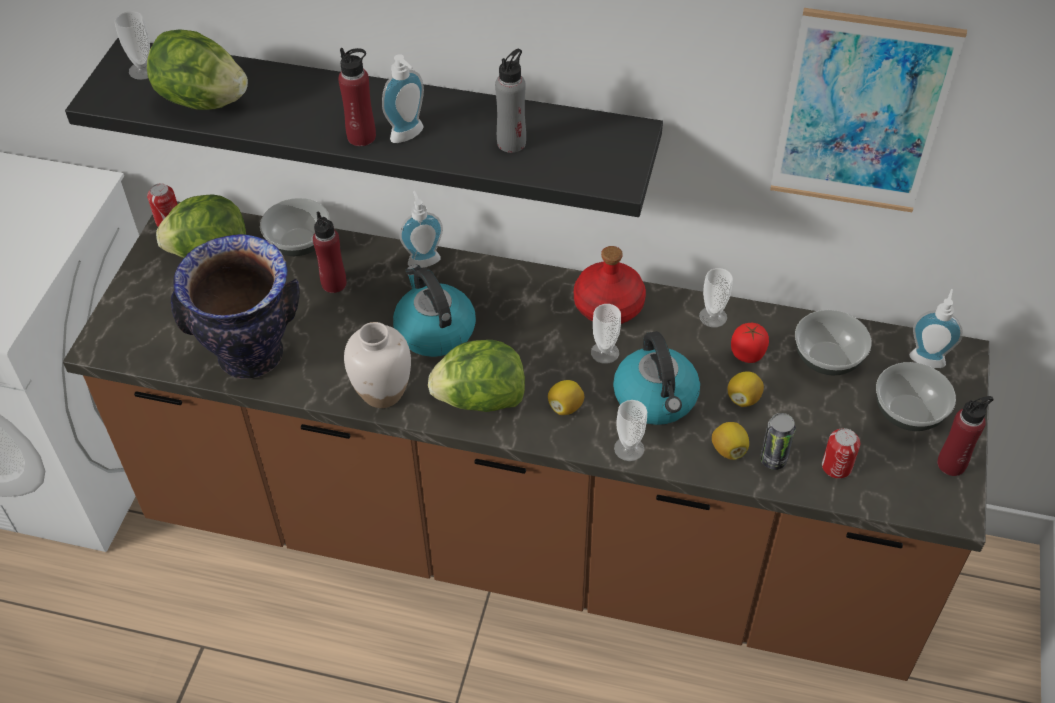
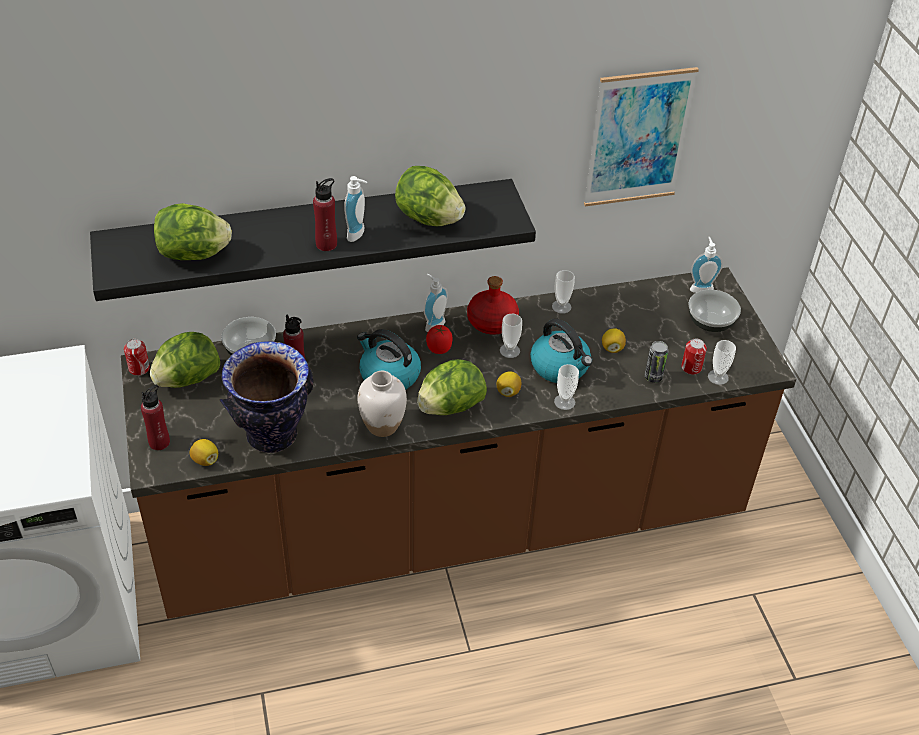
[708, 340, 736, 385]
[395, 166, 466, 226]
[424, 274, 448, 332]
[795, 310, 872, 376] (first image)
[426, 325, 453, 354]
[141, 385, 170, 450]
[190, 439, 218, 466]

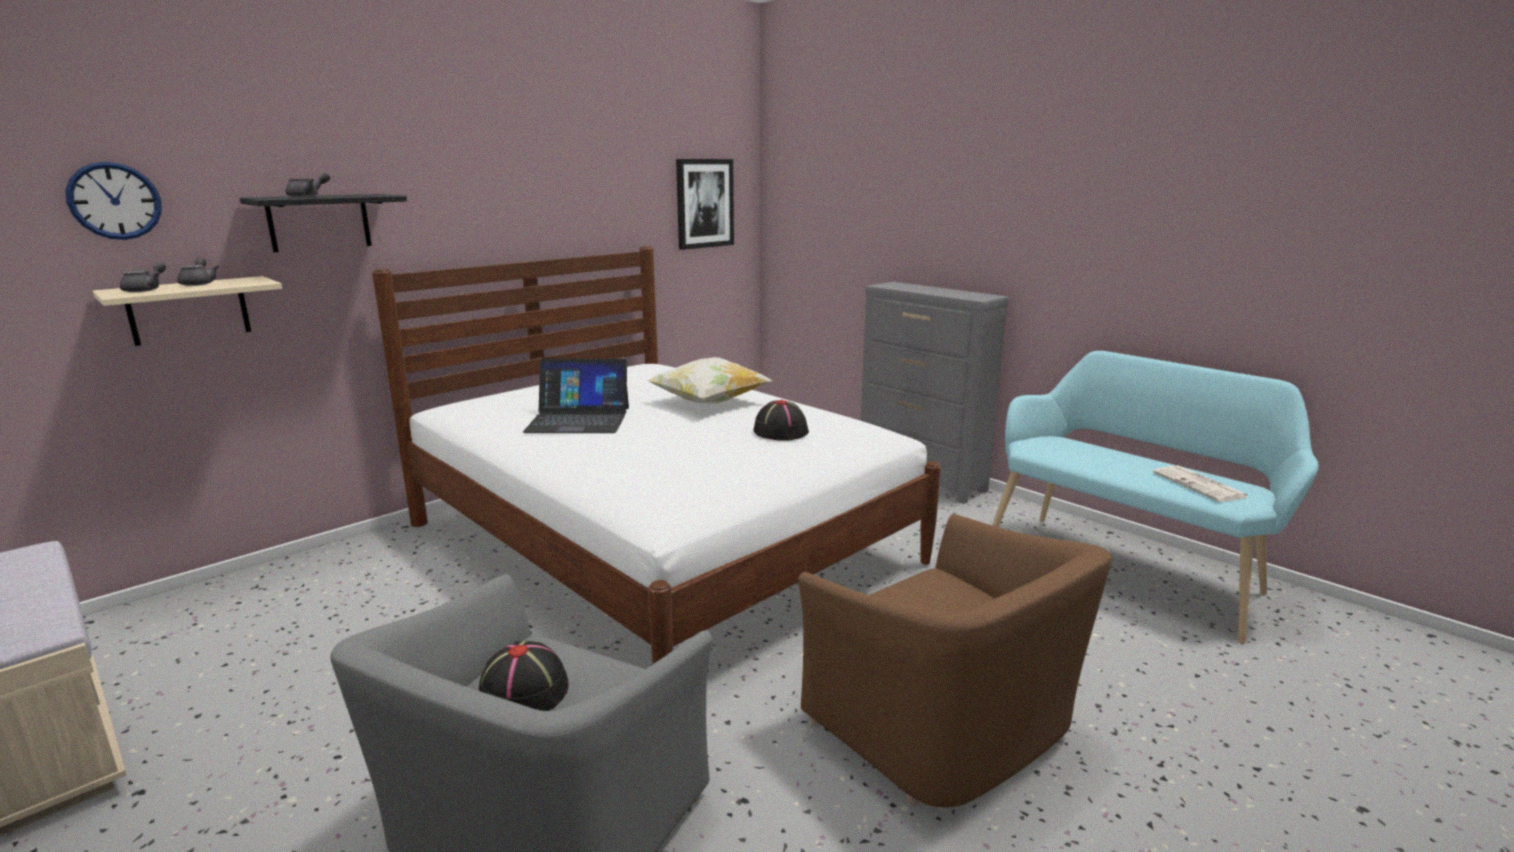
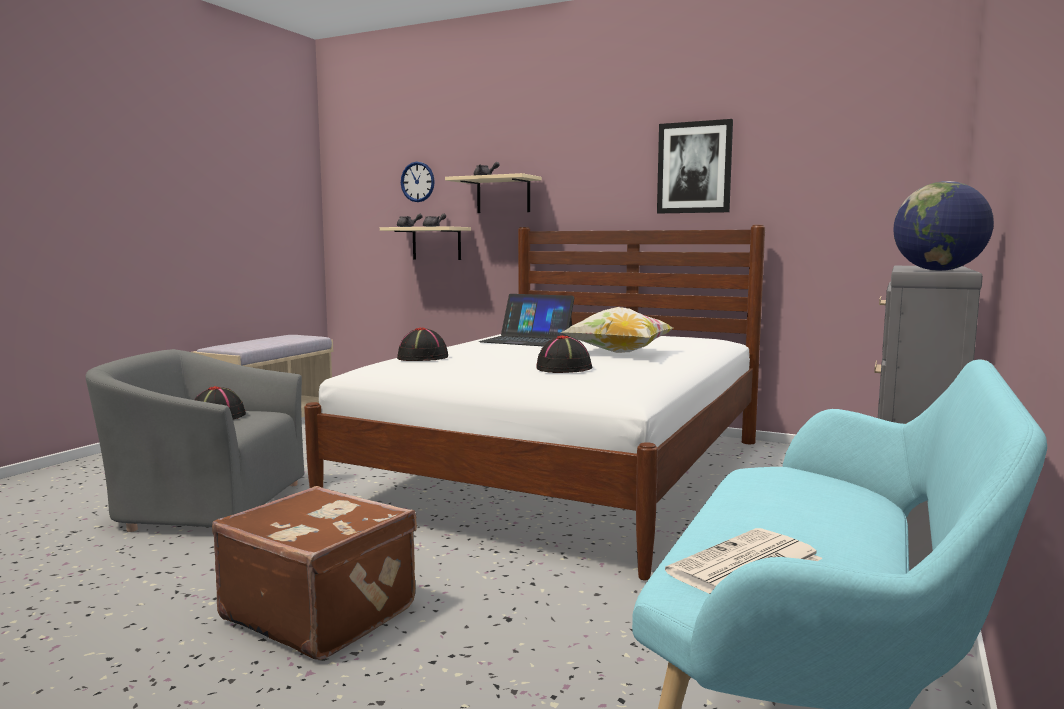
[657, 119, 733, 213]
[445, 173, 542, 213]
[479, 294, 574, 346]
[212, 486, 417, 660]
[893, 181, 994, 271]
[397, 327, 448, 361]

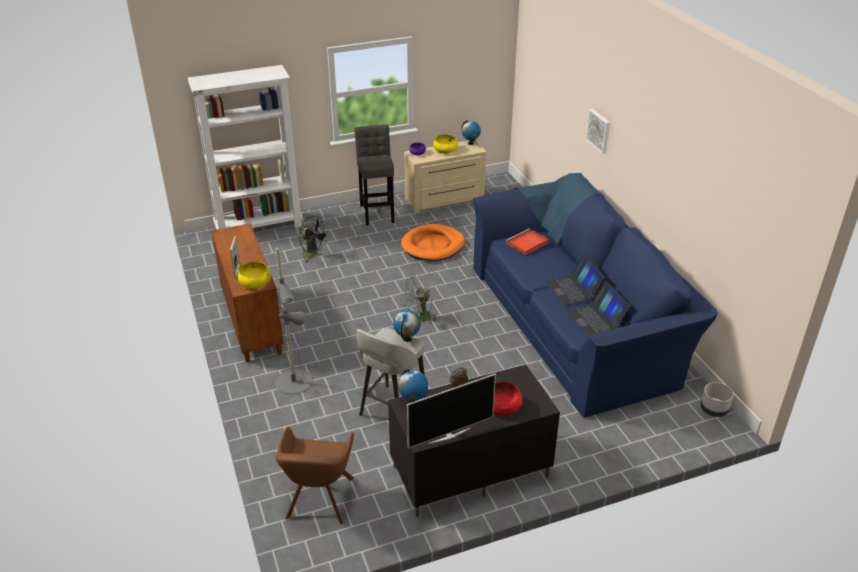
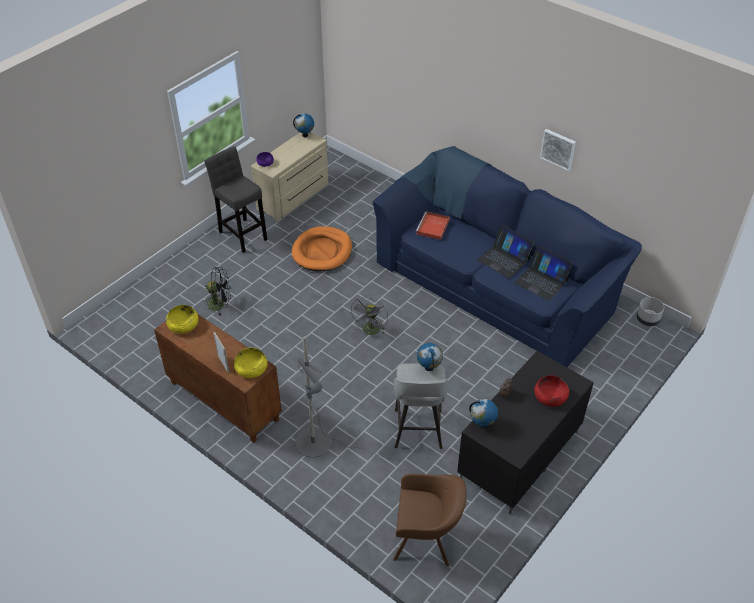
[188, 65, 303, 230] (first image)
[540, 129, 576, 171]
[166, 305, 199, 334]
[407, 373, 496, 448] (first image)
[393, 474, 467, 566]

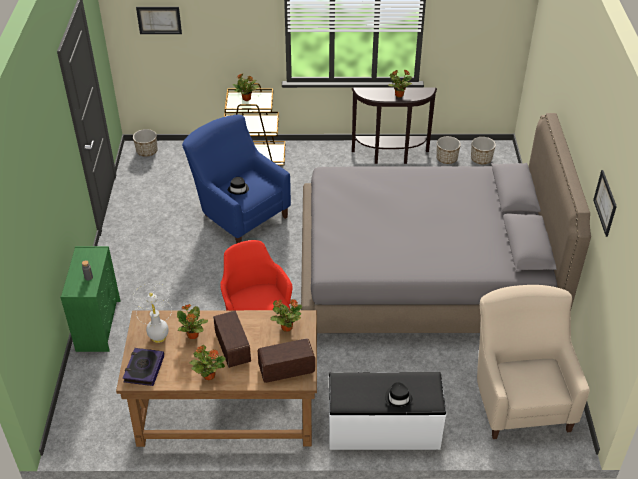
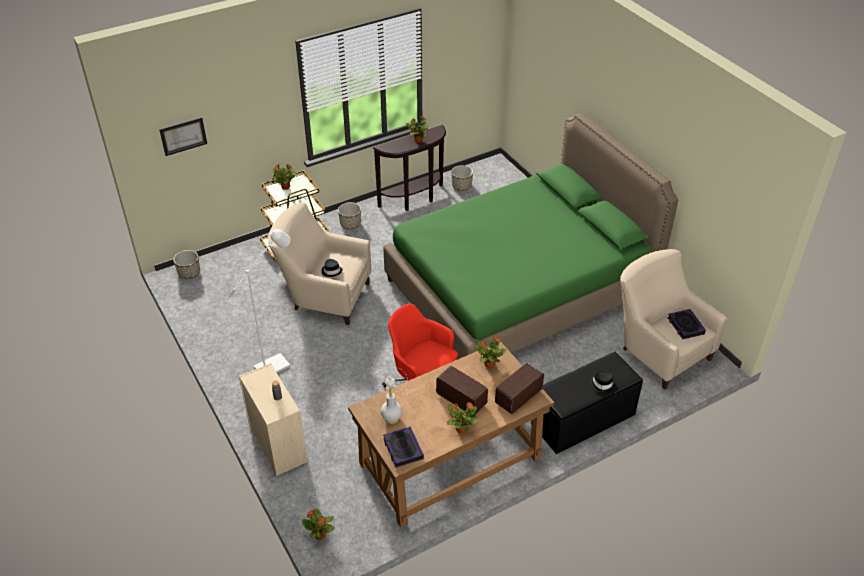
[383, 113, 678, 360]
[268, 202, 371, 325]
[338, 202, 361, 229]
[593, 170, 617, 237] (first image)
[239, 363, 308, 476]
[302, 508, 335, 540]
[531, 352, 643, 454]
[229, 229, 291, 373]
[667, 309, 706, 339]

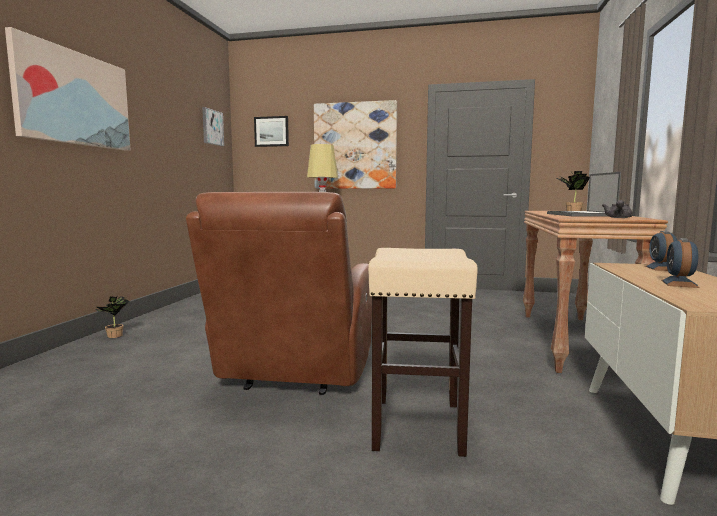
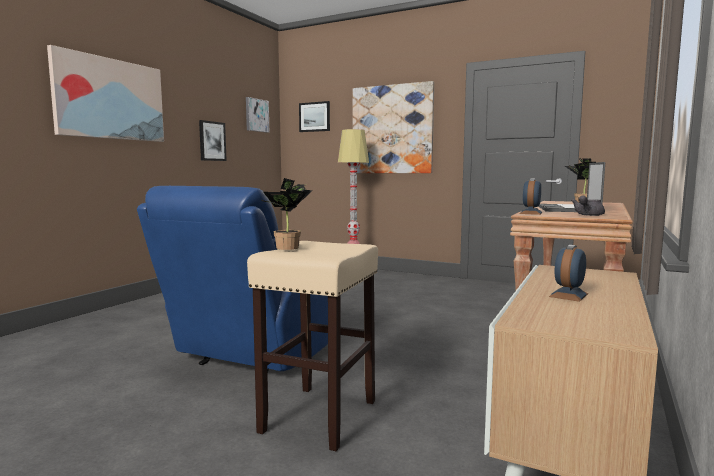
[137, 186, 328, 373]
[519, 178, 543, 215]
[262, 178, 313, 250]
[199, 120, 227, 161]

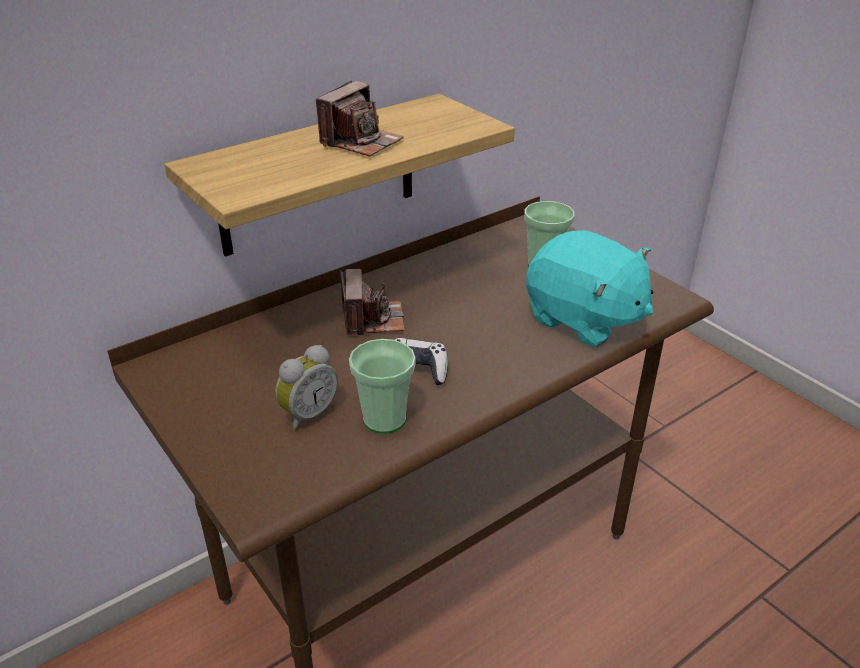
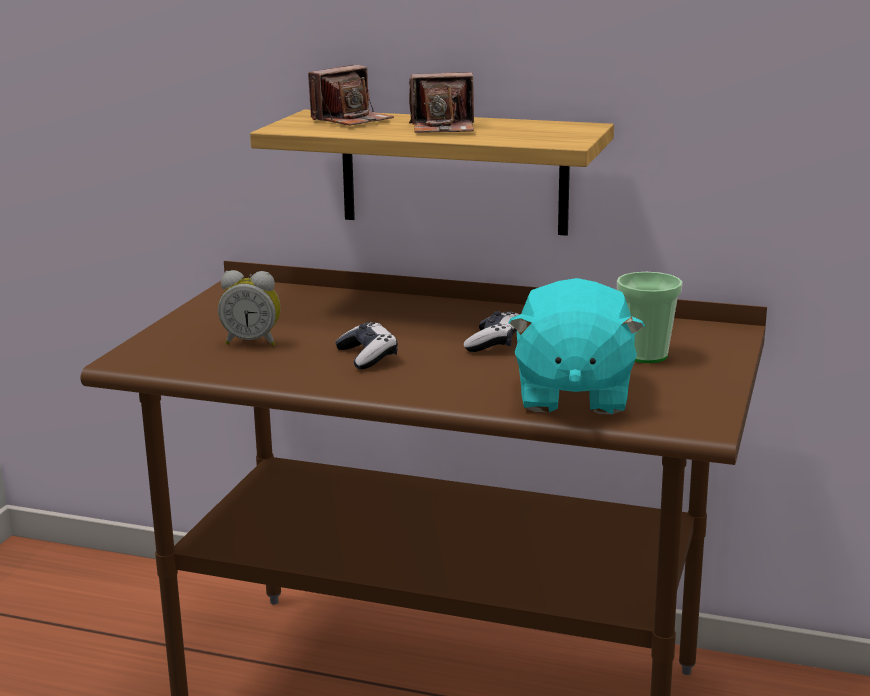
[308, 65, 394, 126]
[349, 339, 416, 434] (first image)
[464, 311, 520, 352]

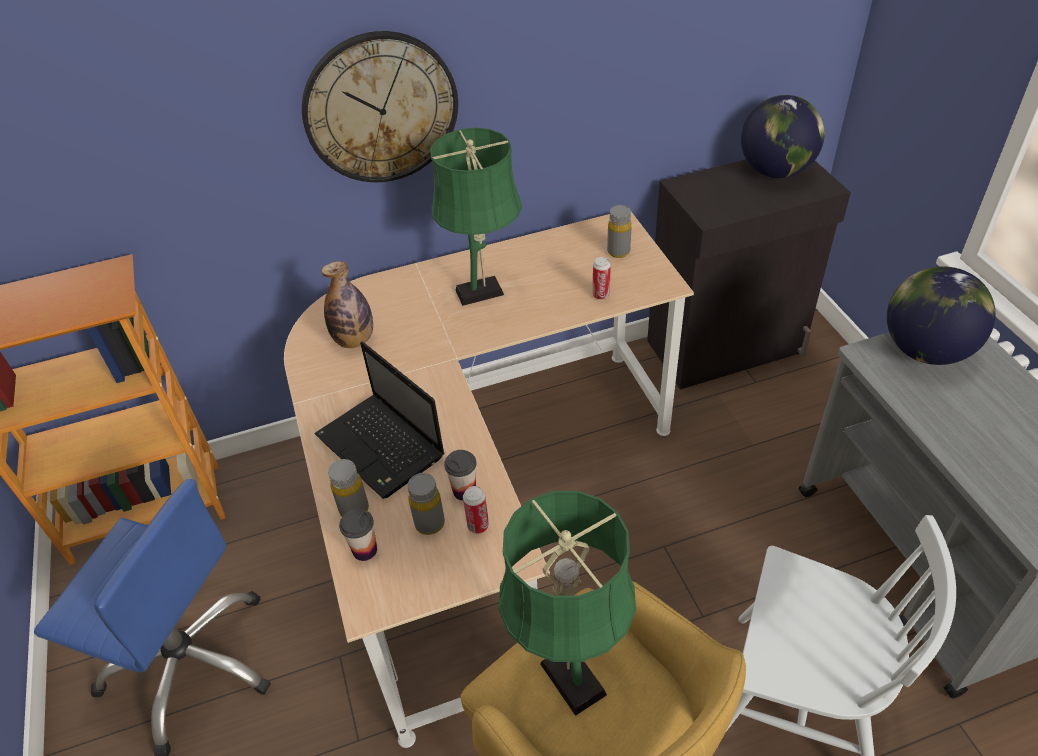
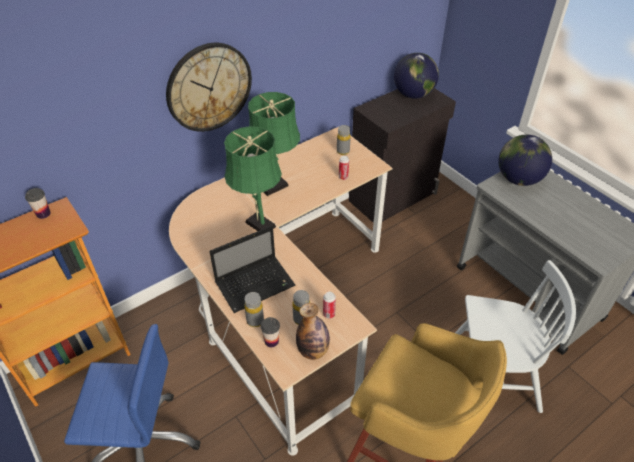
[296, 303, 330, 360]
[209, 226, 295, 313]
[25, 188, 51, 219]
[224, 126, 282, 231]

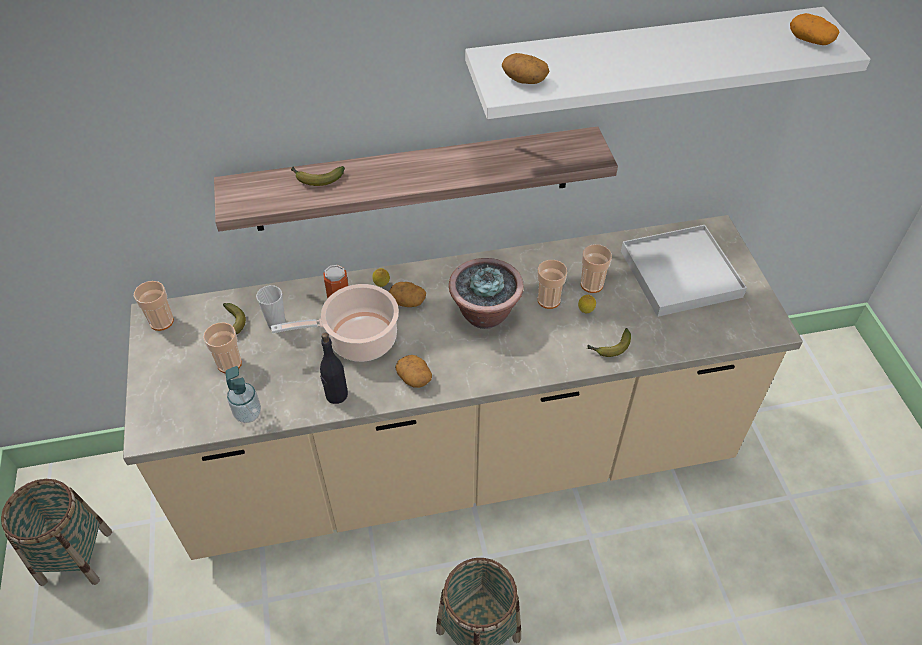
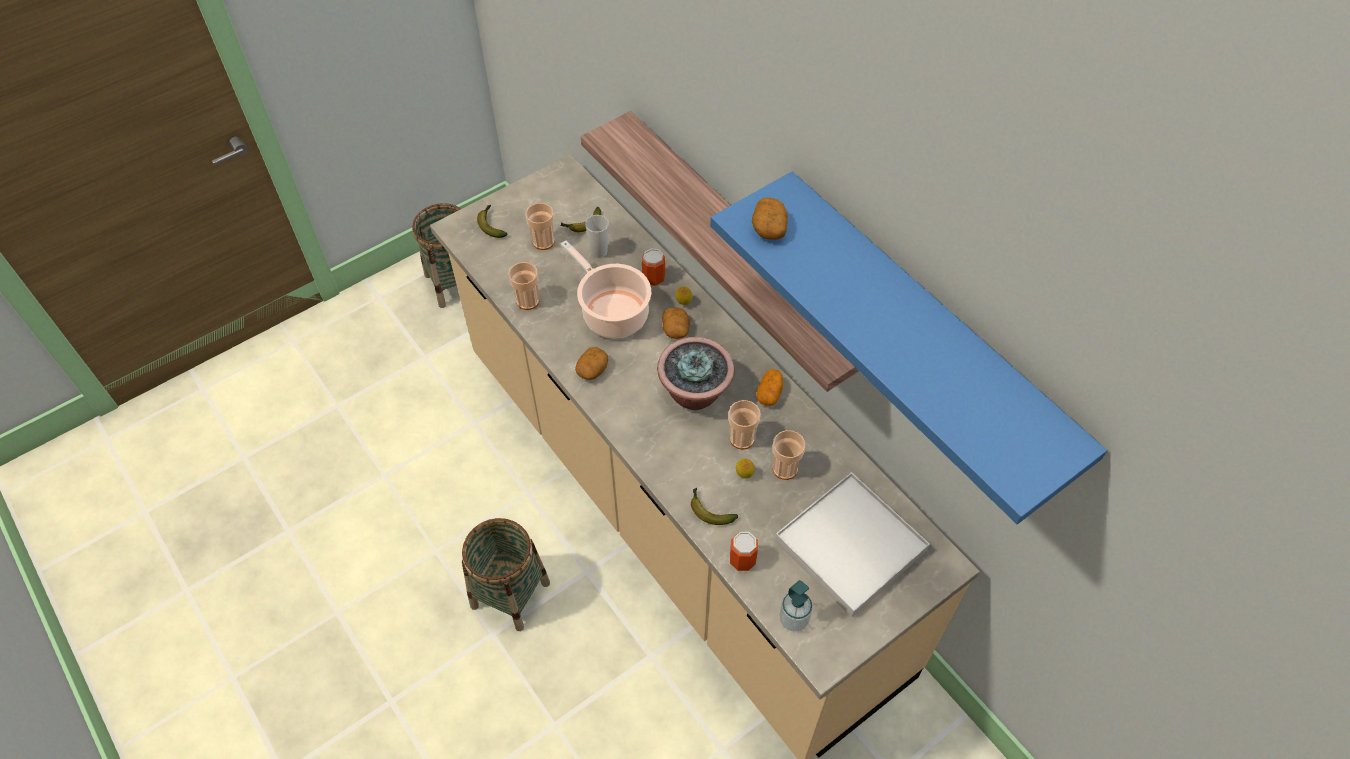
[710, 172, 1107, 524]
[757, 369, 783, 406]
[477, 205, 507, 238]
[508, 262, 539, 310]
[320, 332, 348, 404] (first image)
[779, 580, 813, 632]
[730, 532, 758, 571]

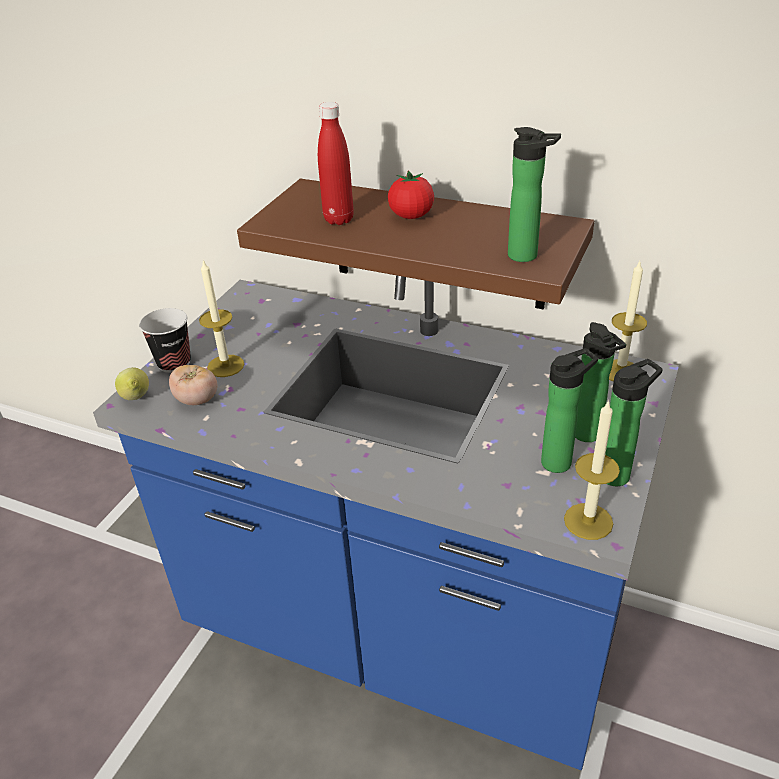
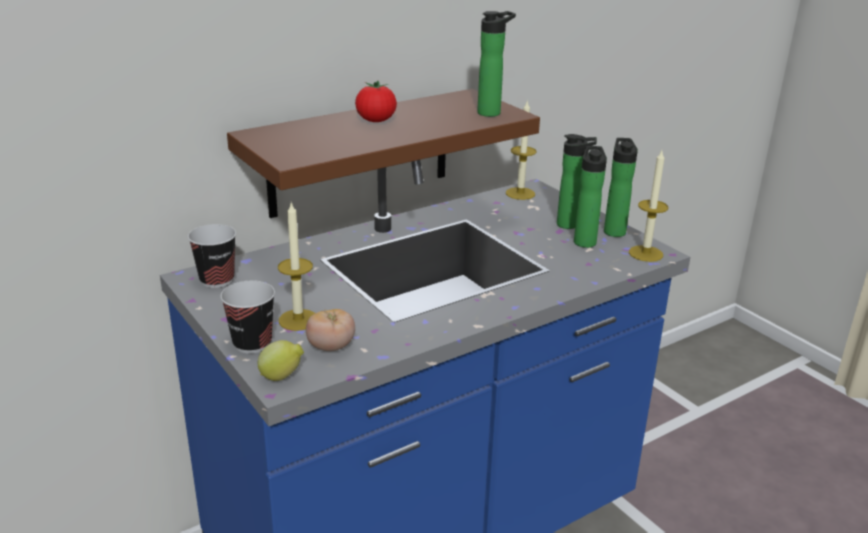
[318, 102, 354, 225] (first image)
[188, 224, 236, 288]

